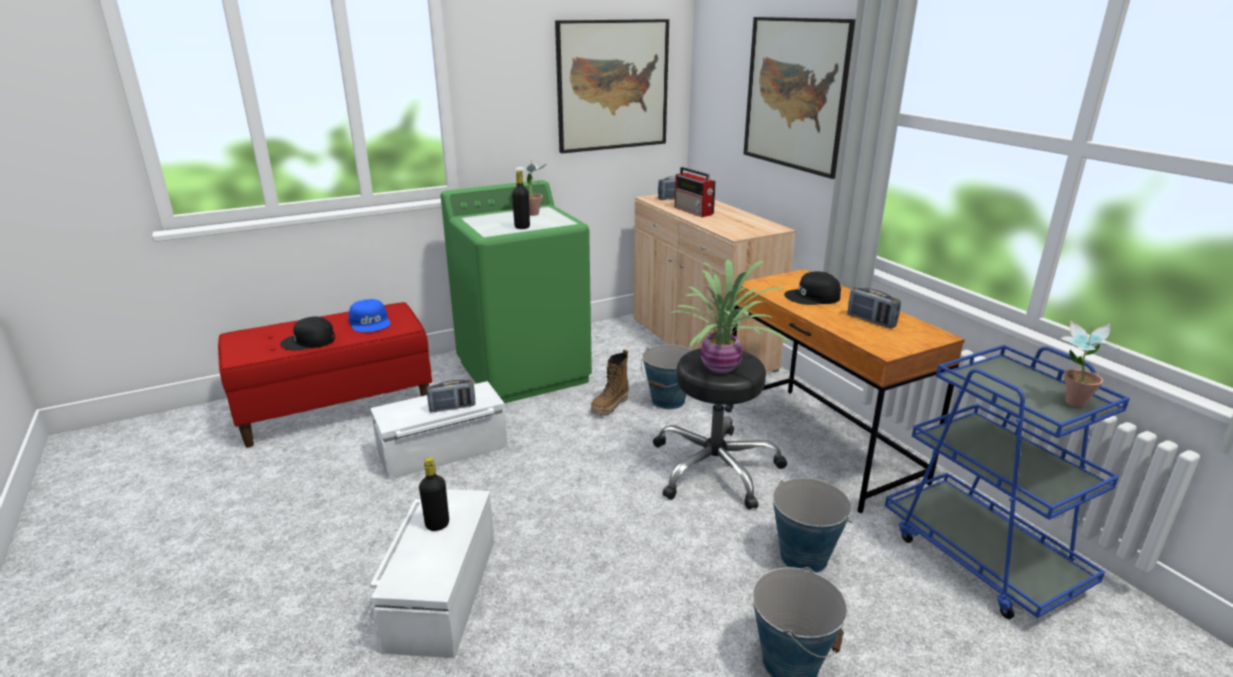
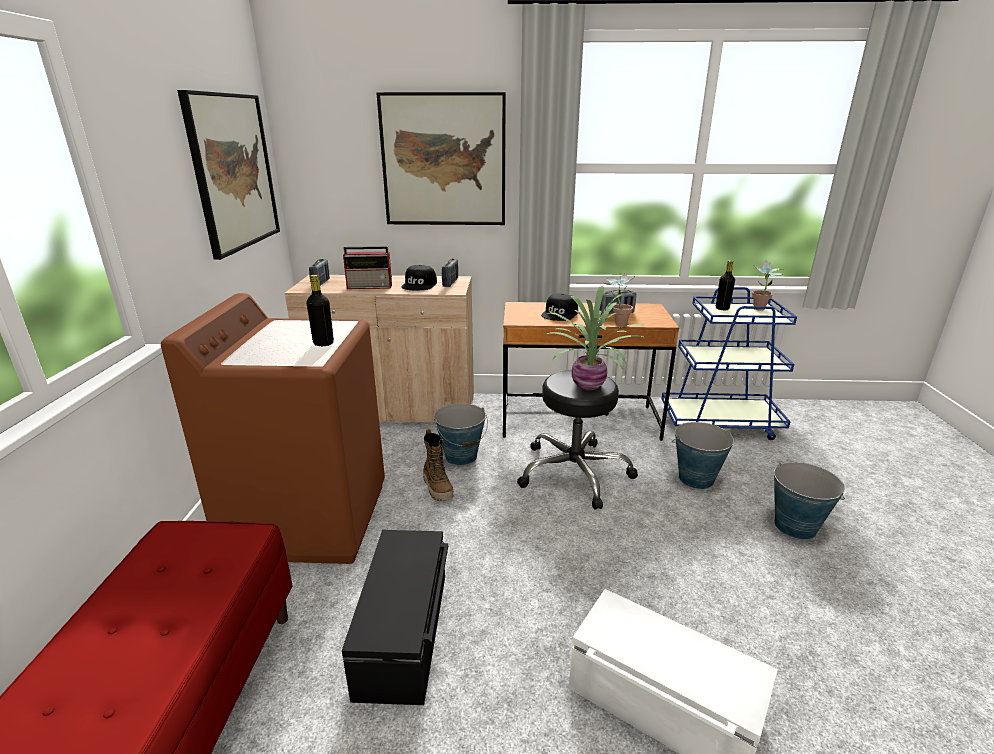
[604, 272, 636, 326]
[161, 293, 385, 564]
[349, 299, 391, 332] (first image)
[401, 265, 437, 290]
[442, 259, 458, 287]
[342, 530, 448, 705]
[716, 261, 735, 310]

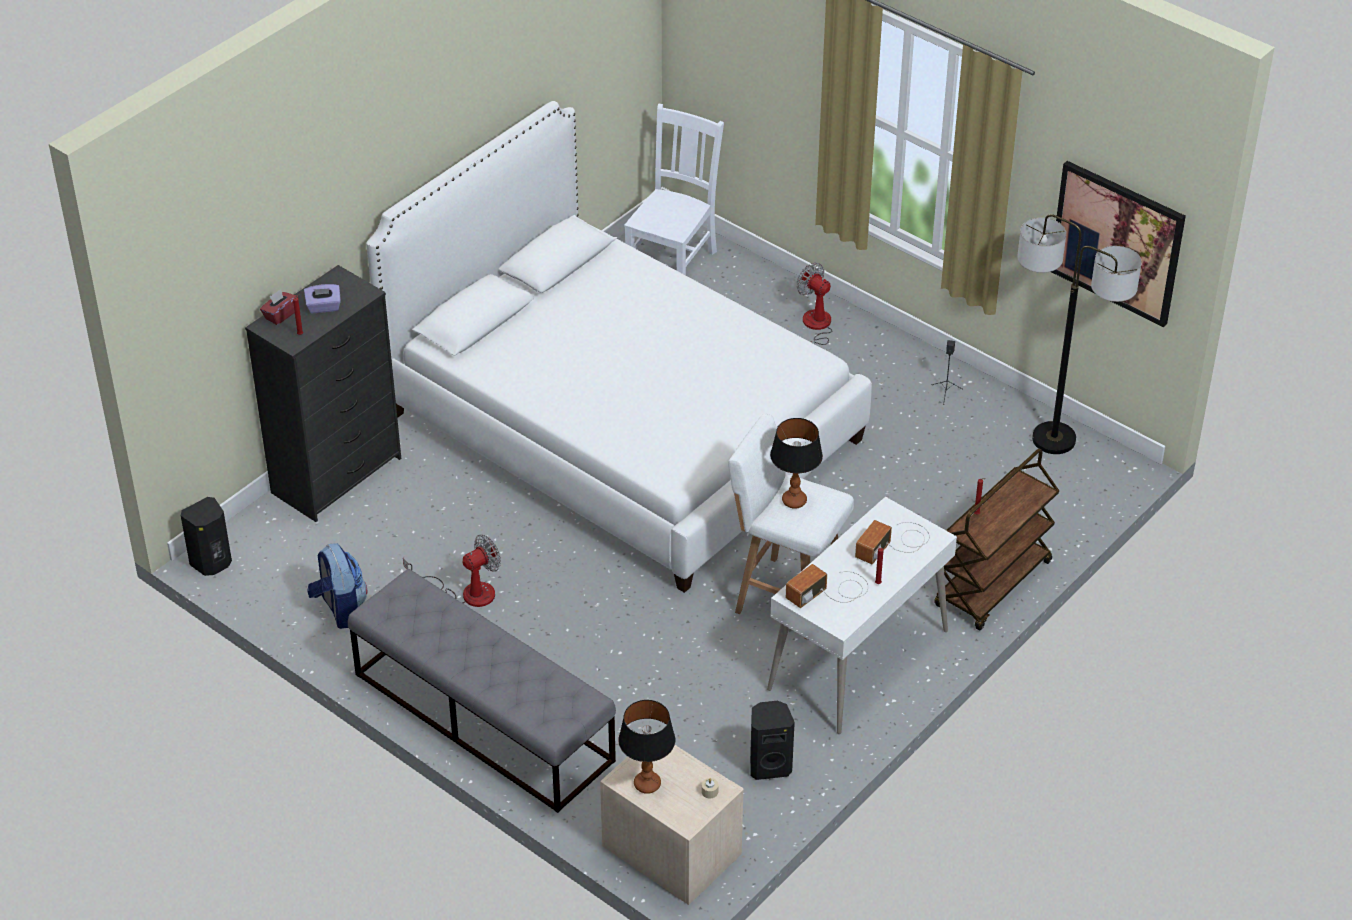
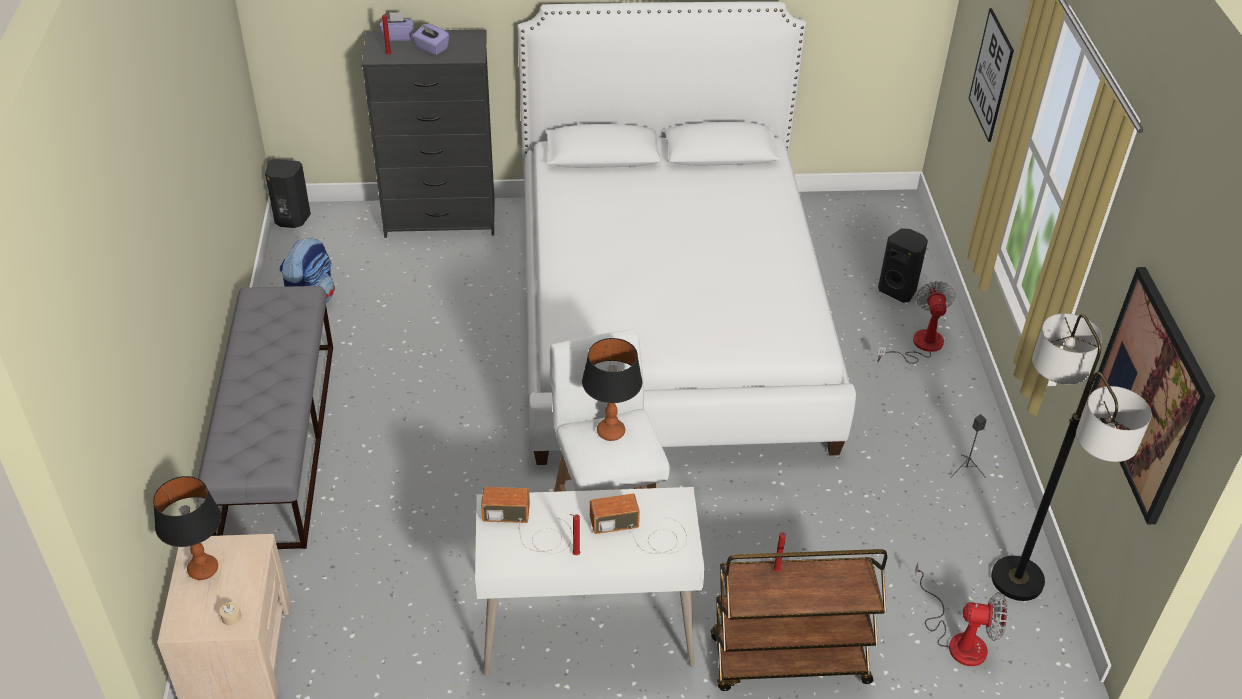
[624, 104, 724, 275] (first image)
[380, 12, 414, 41]
[915, 563, 1008, 666]
[878, 228, 928, 303]
[969, 8, 1014, 142]

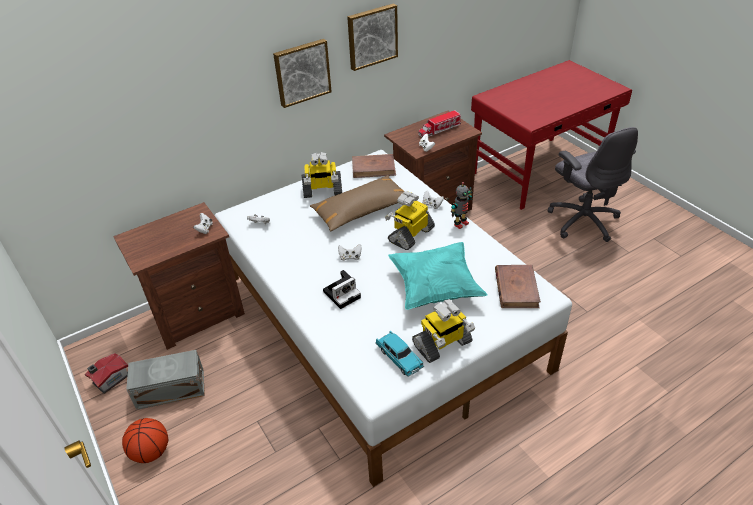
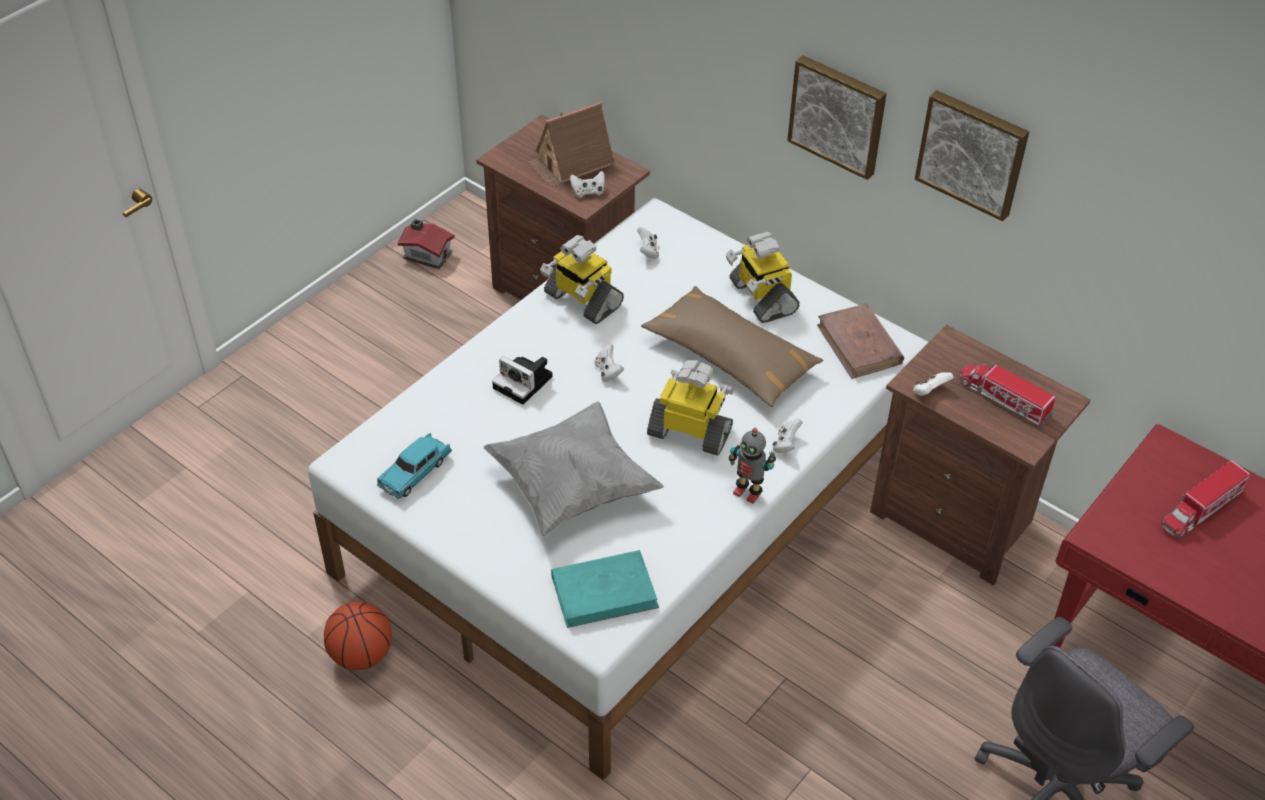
[484, 402, 664, 537]
[551, 550, 659, 628]
[540, 235, 624, 324]
[126, 350, 205, 410] (first image)
[324, 602, 392, 670]
[528, 102, 614, 187]
[1161, 461, 1250, 537]

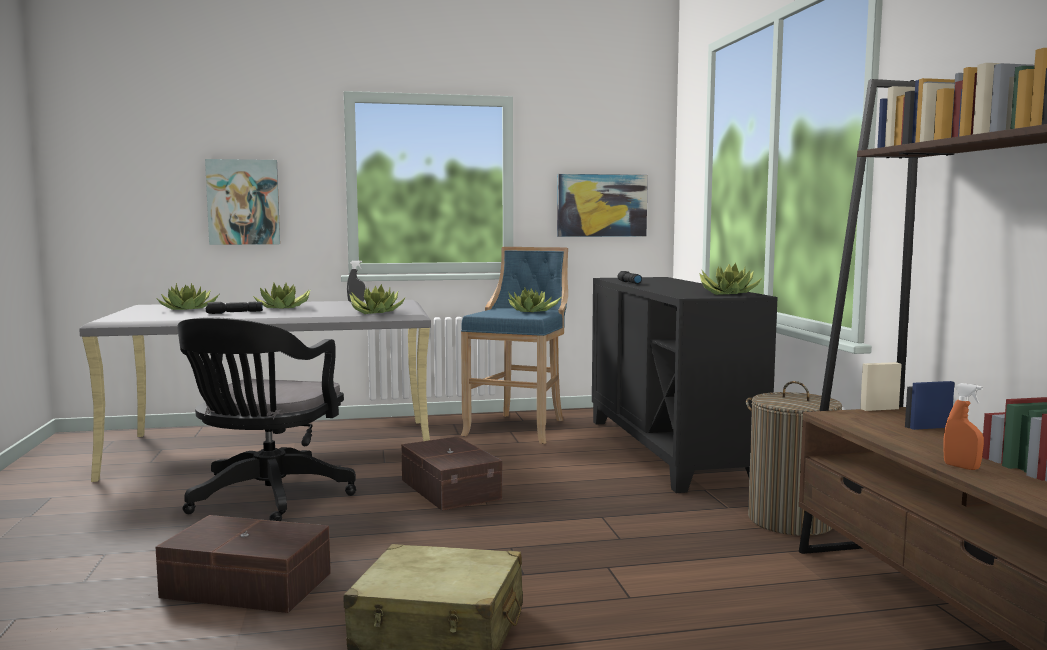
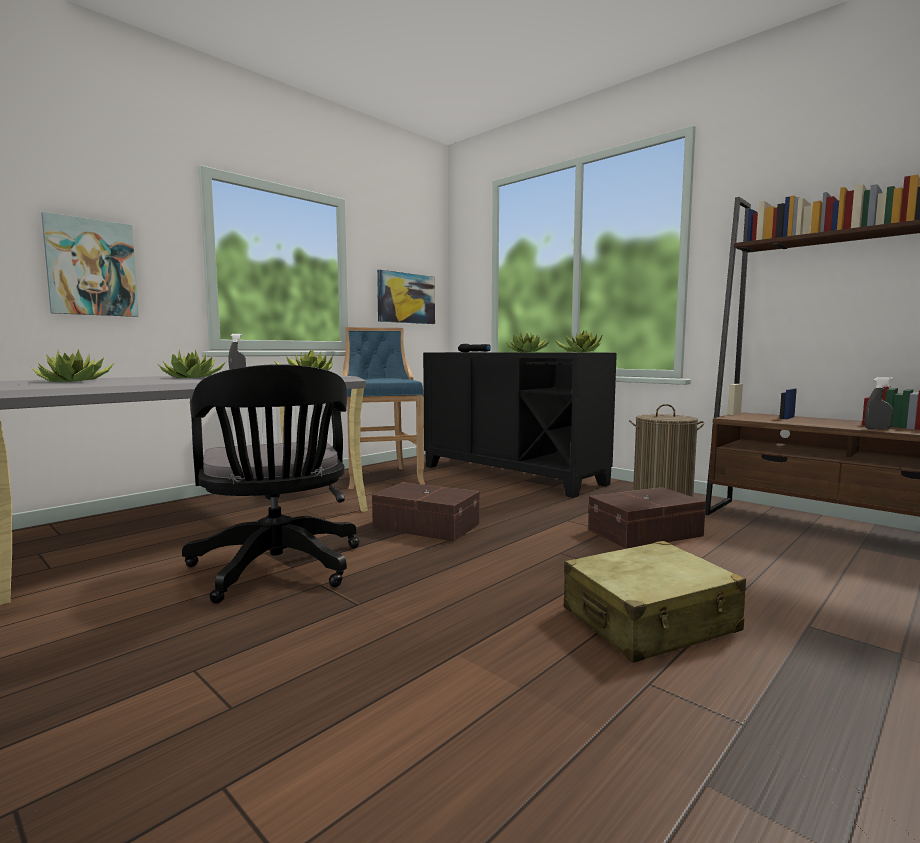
[506, 332, 550, 352]
[206, 301, 263, 314] (first image)
[865, 377, 893, 430]
[588, 487, 706, 549]

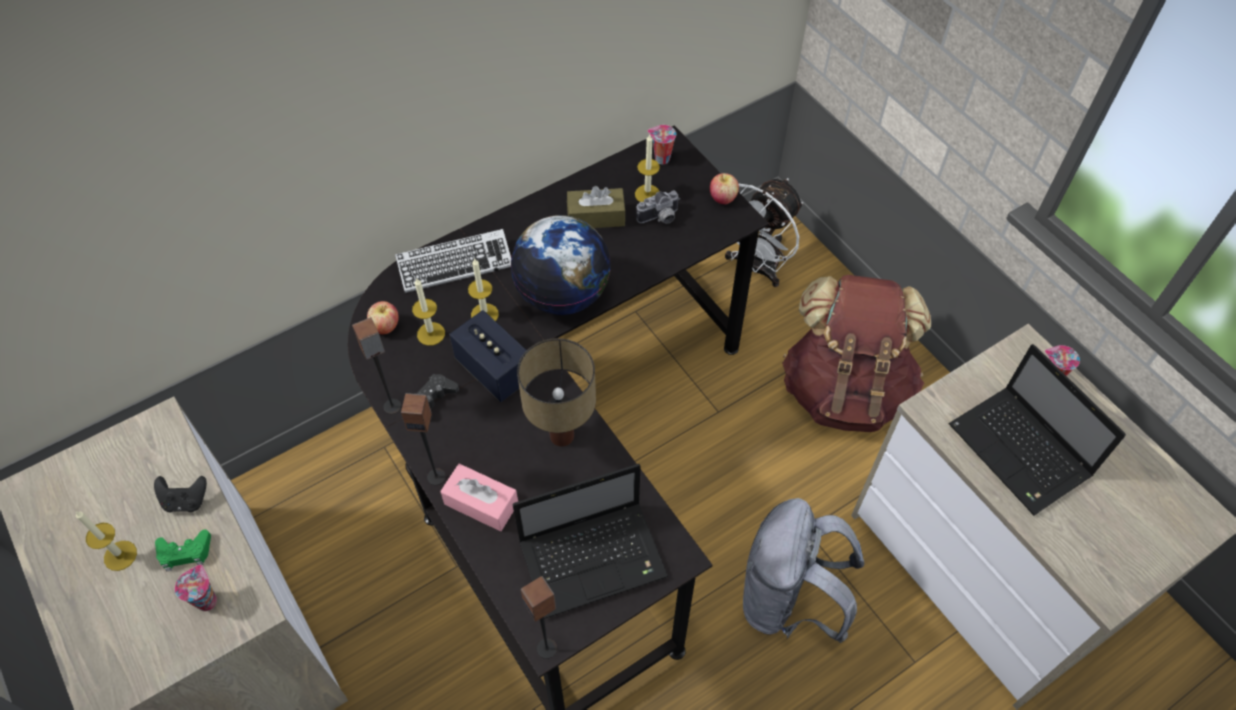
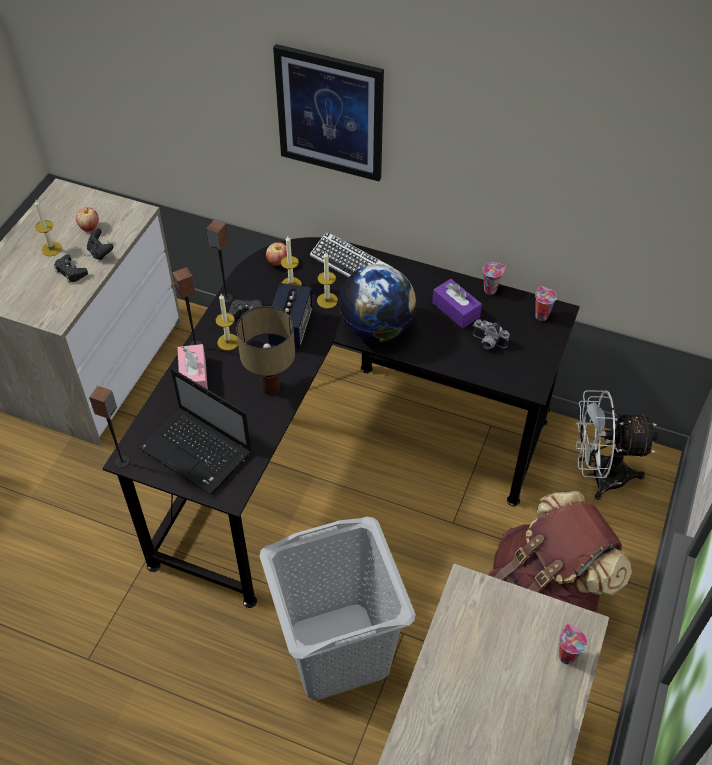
[215, 294, 238, 351]
[76, 207, 99, 231]
[432, 279, 482, 328]
[949, 344, 1126, 516] (first image)
[260, 517, 415, 700]
[54, 254, 88, 283]
[483, 262, 506, 295]
[273, 44, 384, 181]

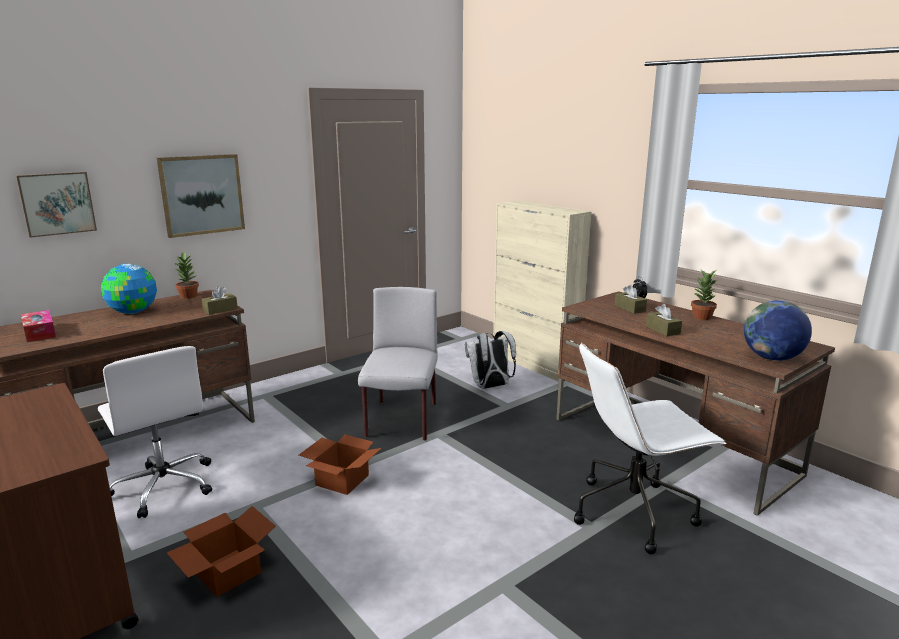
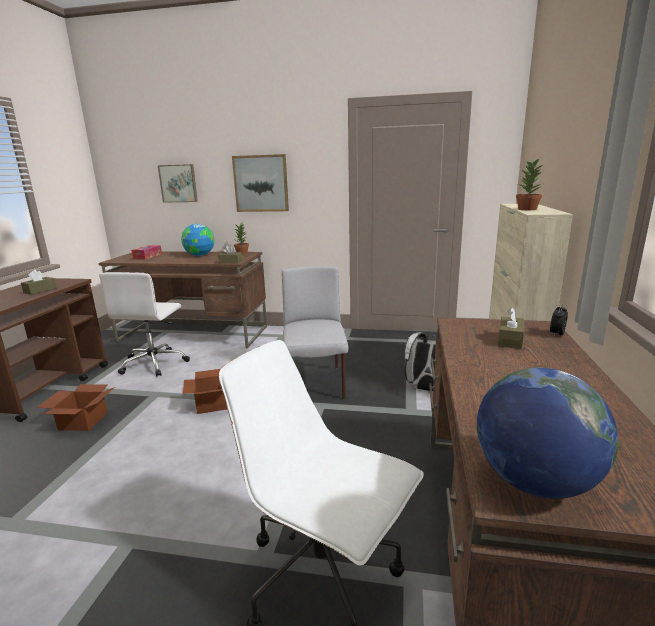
[516, 158, 544, 210]
[281, 266, 348, 399]
[21, 270, 57, 295]

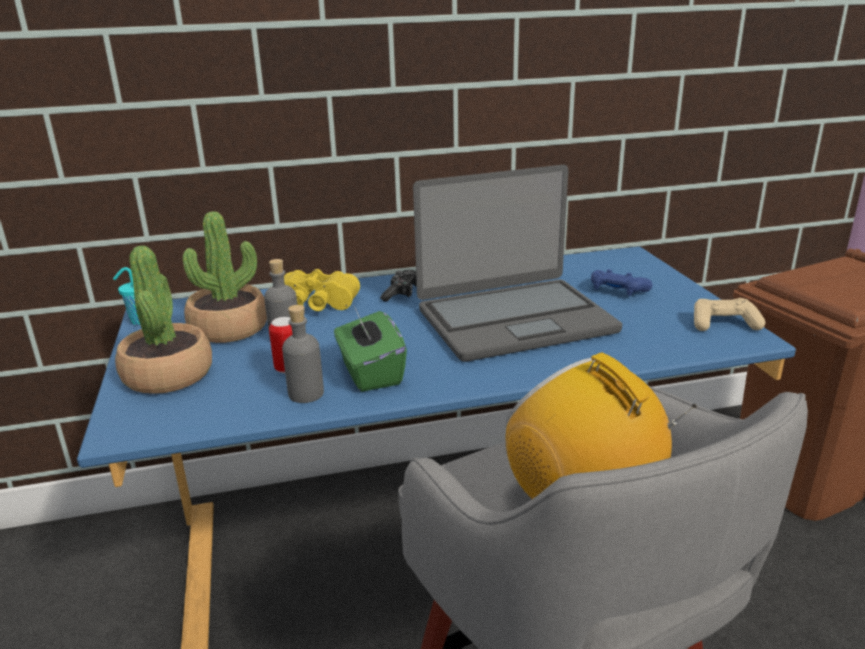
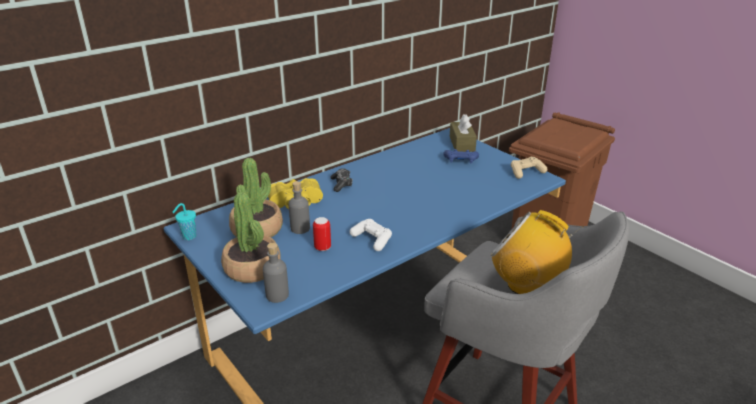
[413, 165, 622, 362] (first image)
[263, 243, 289, 303]
[350, 219, 392, 251]
[450, 114, 477, 152]

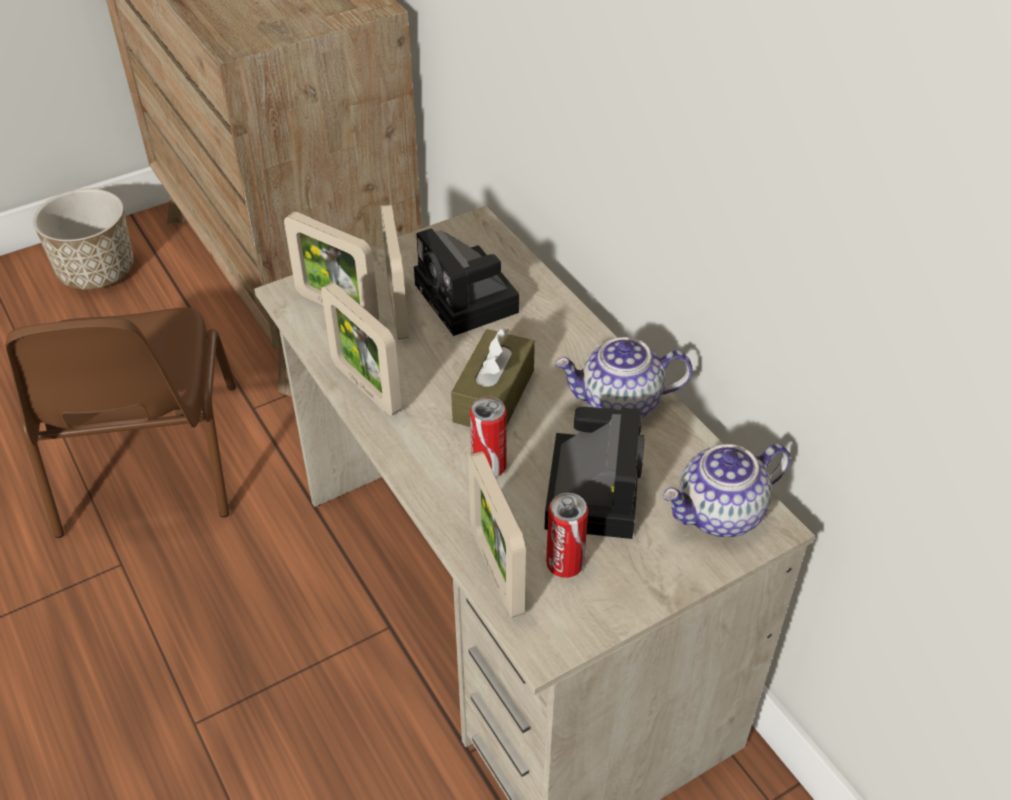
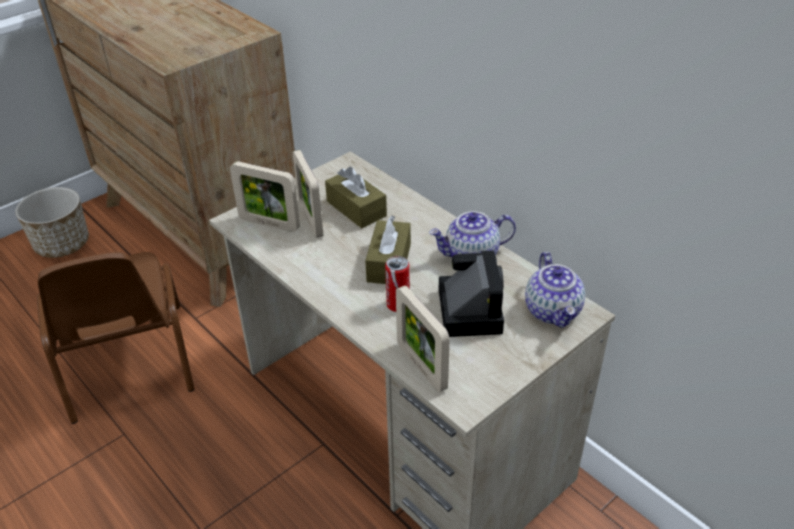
[325, 167, 387, 228]
[321, 282, 402, 416] (first image)
[525, 252, 585, 328]
[546, 493, 588, 578] (first image)

